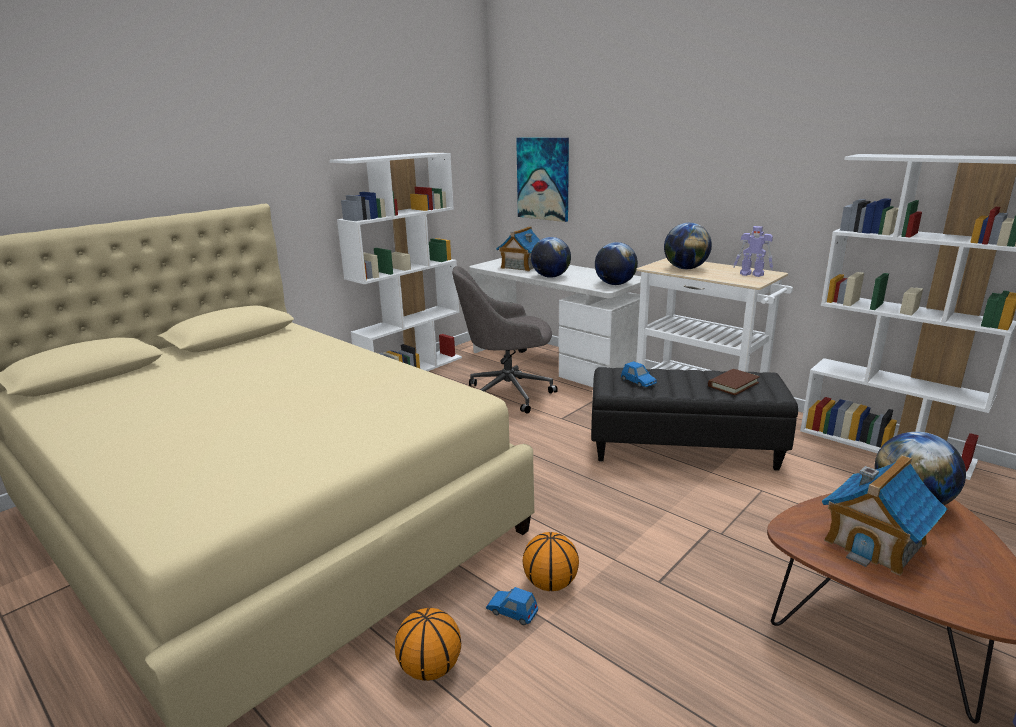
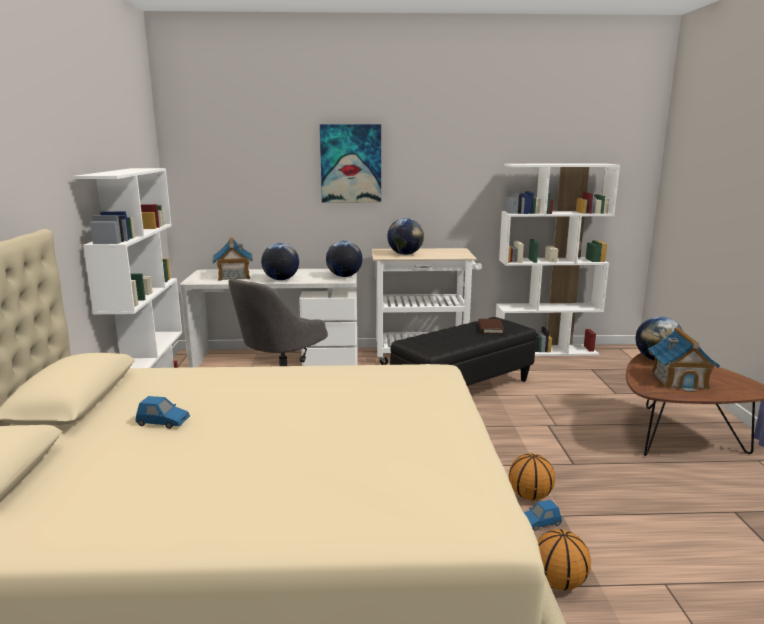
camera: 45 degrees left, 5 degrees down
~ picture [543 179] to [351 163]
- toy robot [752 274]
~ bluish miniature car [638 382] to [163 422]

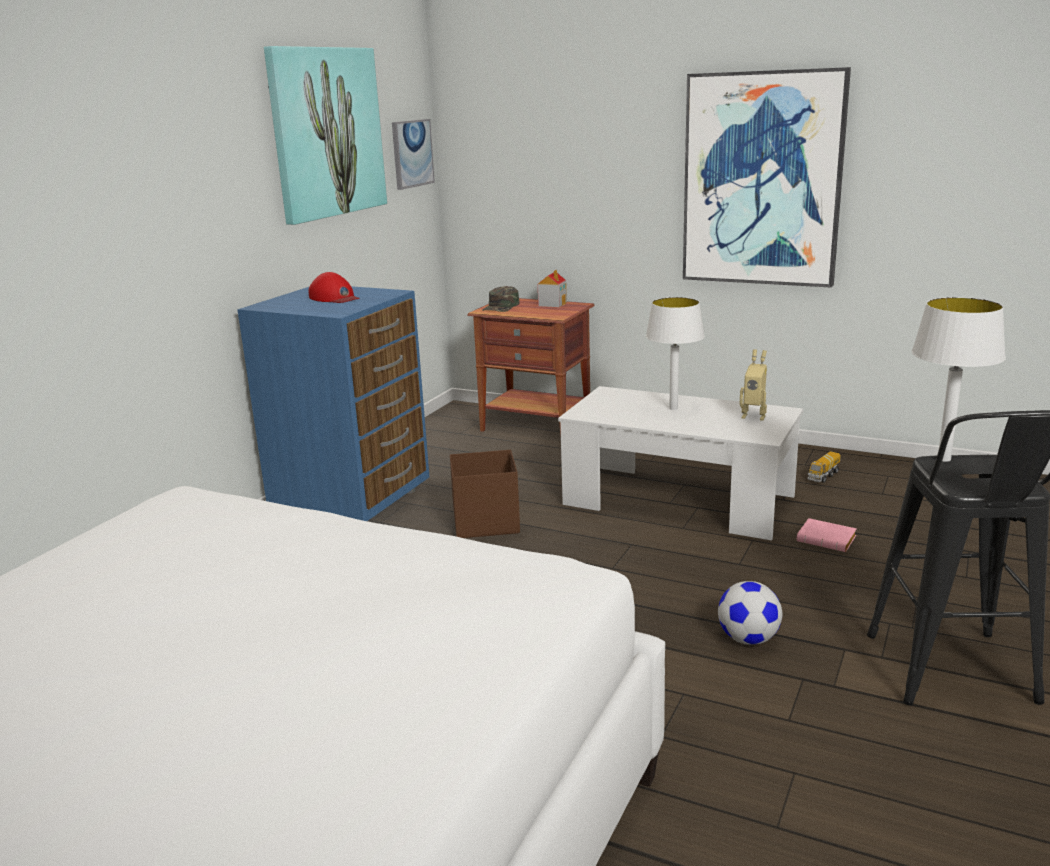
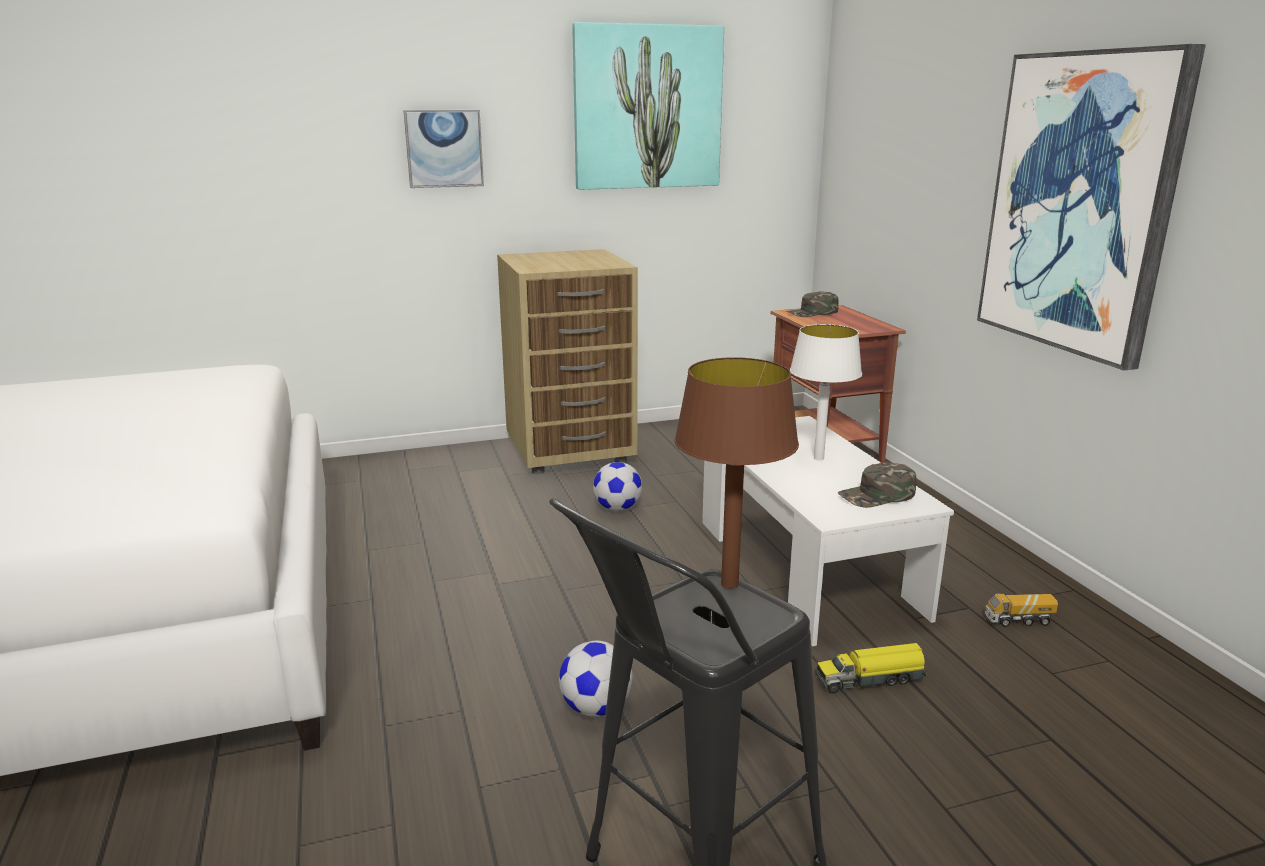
camera: 45 degrees right, 0 degrees up
~ picture [412 153] to [444 148]
- model house [552 304]
- red cap [334 298]
~ bluish dresser [352 502] to brown-coloured dresser [570 453]
~ white tabletop lamp [943 459] to brown-coloured tabletop lamp [730 583]
~ toy robot [754 416] to green-coloured cap [877 495]
~ brown-coloured storage box [485 523] to football ball [617 508]
~ pinkish book [828 540] to toy lorry [871 679]

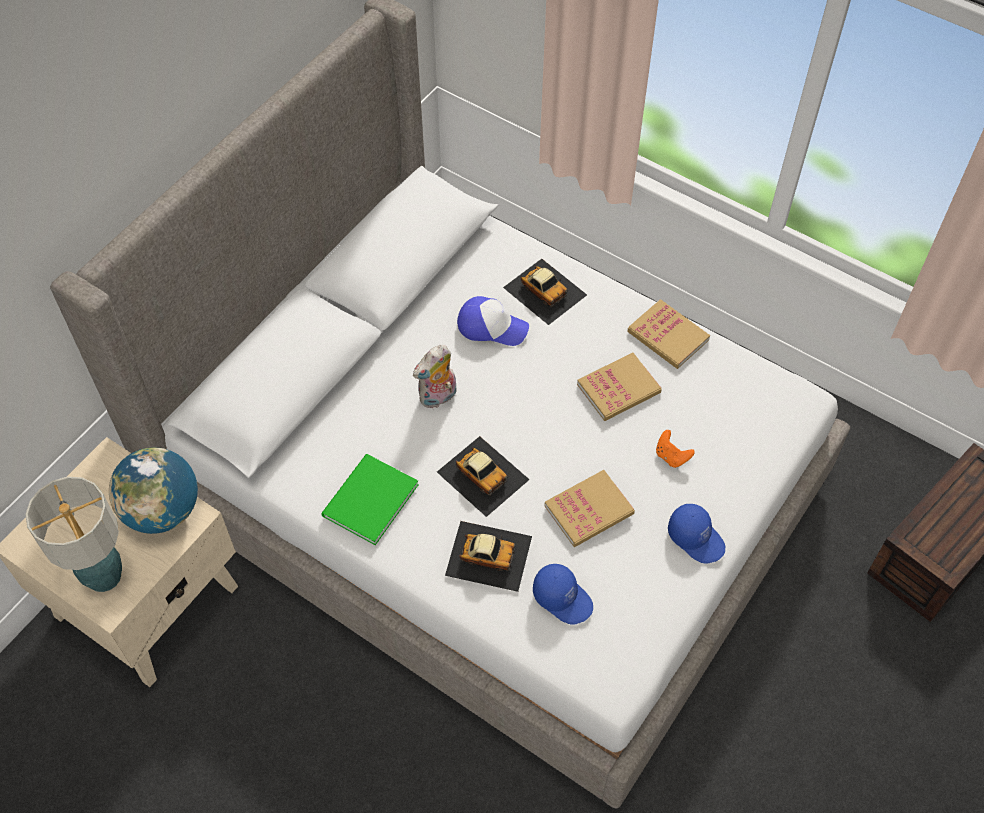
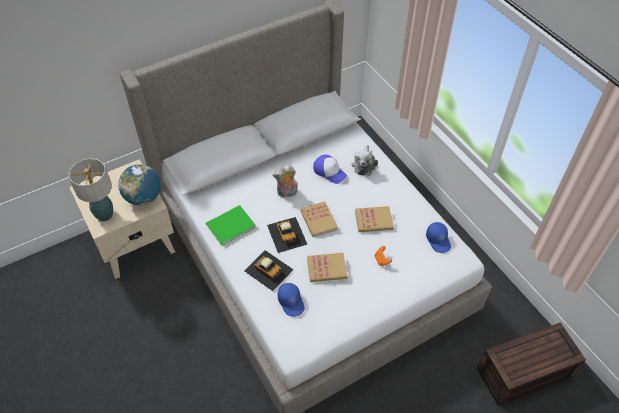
camera: 25 degrees right, 5 degrees down
~ miniature car [545 290] to soft toy [364 164]
~ book [668 336] to [318 220]
~ bluish cap [696 537] to [438 240]

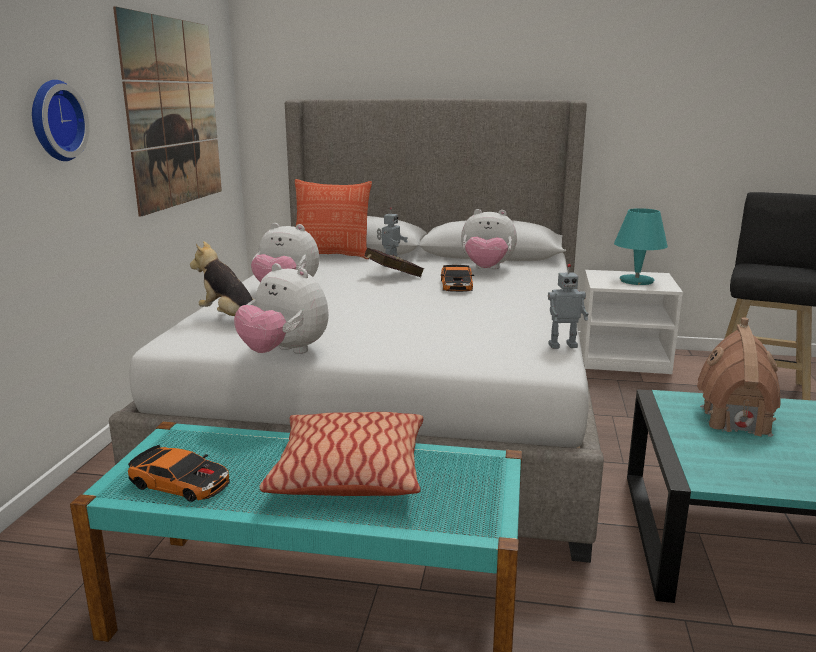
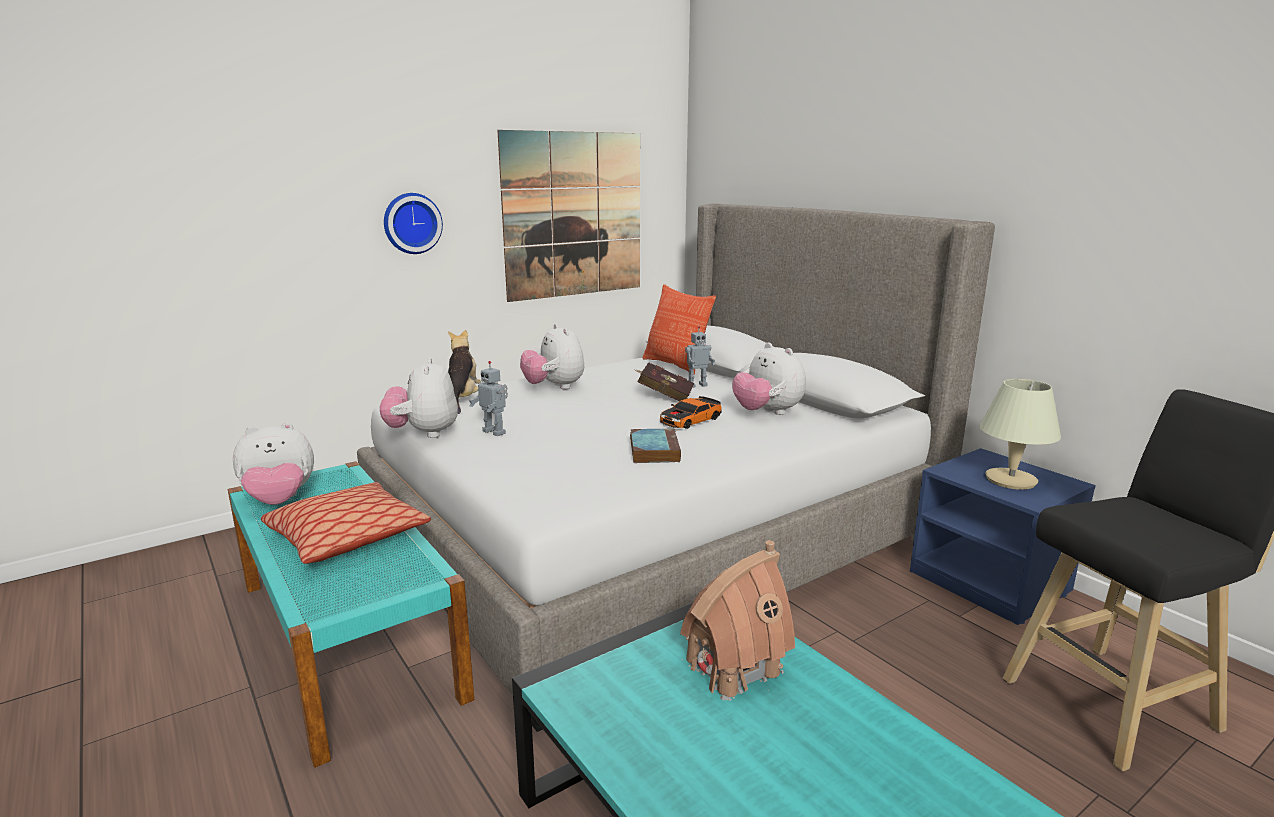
camera: 45 degrees right, 0 degrees up
~ turquoise-coloured tabletop lamp [636 281] to beige tabletop lamp [1010 480]
~ toy robot [562 345] to [495 432]
~ white night table [623 359] to bluish night table [991 582]
~ miniature car [181 482] to soft toy [279 501]
+ book [653 450]

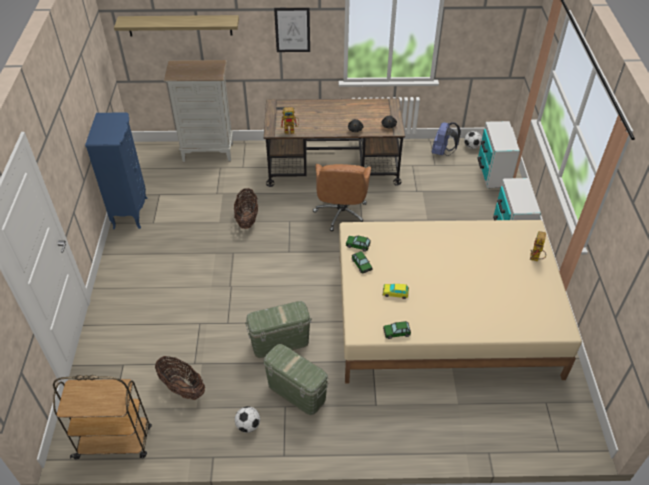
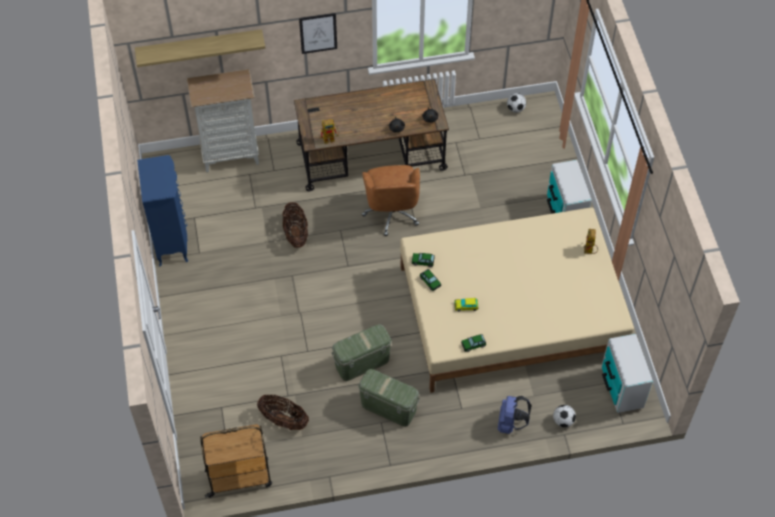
camera: 10 degrees left, 10 degrees up
~ white night table [492 175] to [620 389]
~ bluish rucksack [442 152] to [510 423]
~ football ball [248 425] to [563 421]

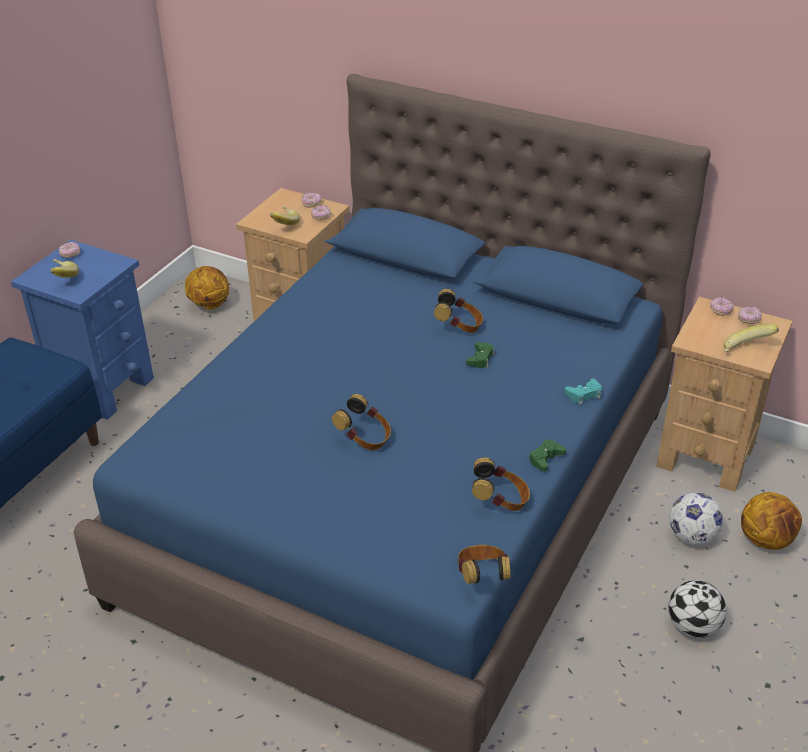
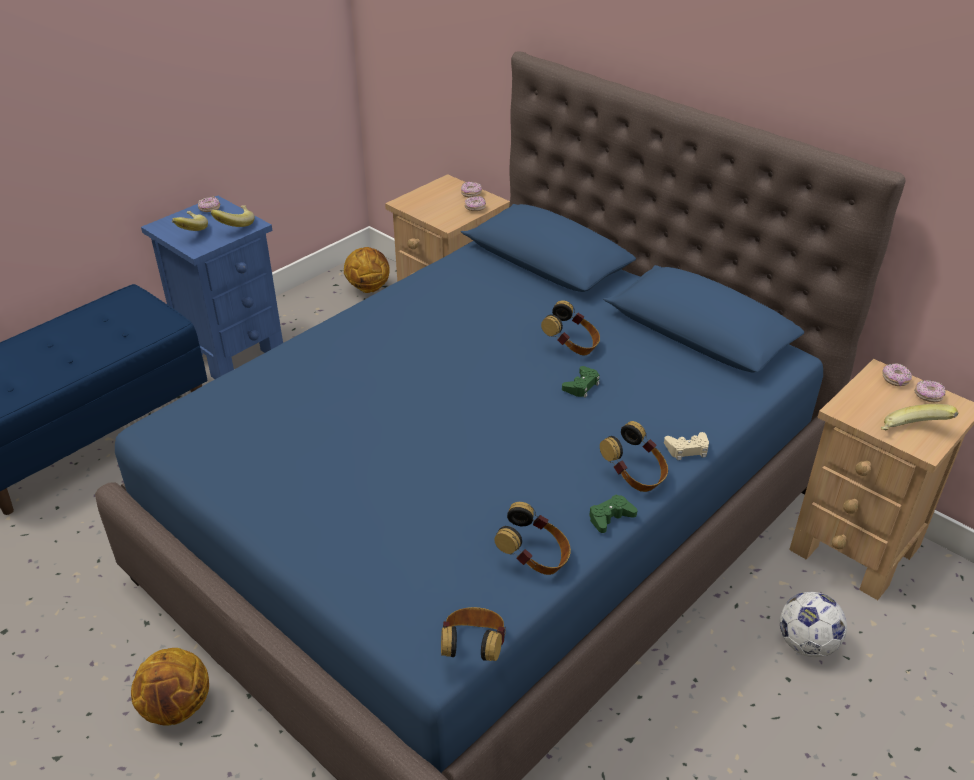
camera: 15 degrees right, 0 degrees up
~ banana [283 224] to [234 225]
~ turquoise-coloured game controller [584 394] to beige game controller [687 449]
~ headphones [365 439] to [635 476]
~ ball for basketball [766 540] to [177 707]
- football ball [693 627]

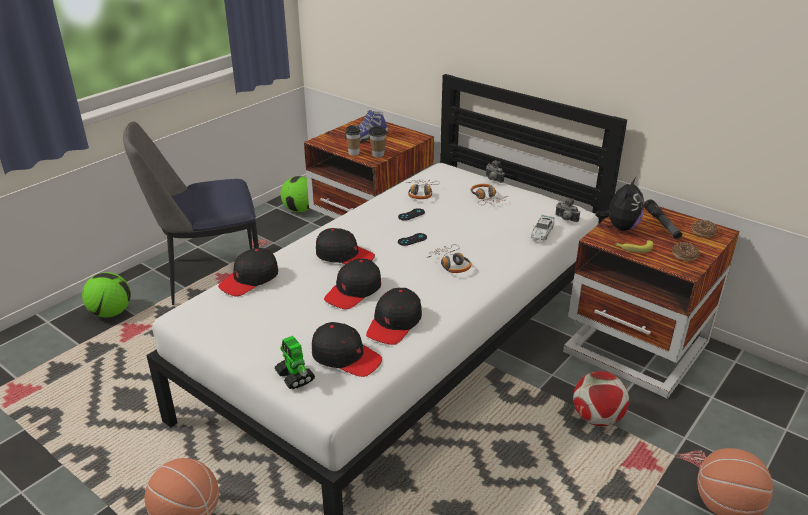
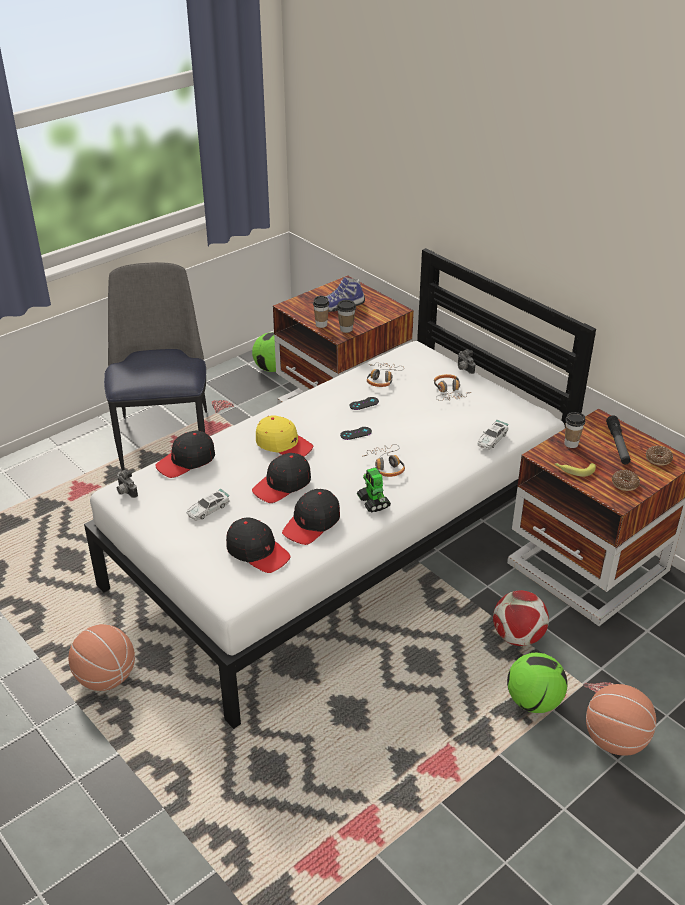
camera: 10 degrees right, 5 degrees up
~ upright chair [210 276] = [165 437] 90 degrees clockwise
~ soft toy [620 227] to drinking cup [571 444]
~ photo camera [565 219] to [125 492]
~ blackish cap [344 255] to yellow cap [283 444]
~ football ball [111 313] to [534 701]
~ toy robot [295 377] to [373 503]
+ miniature car [208 509]

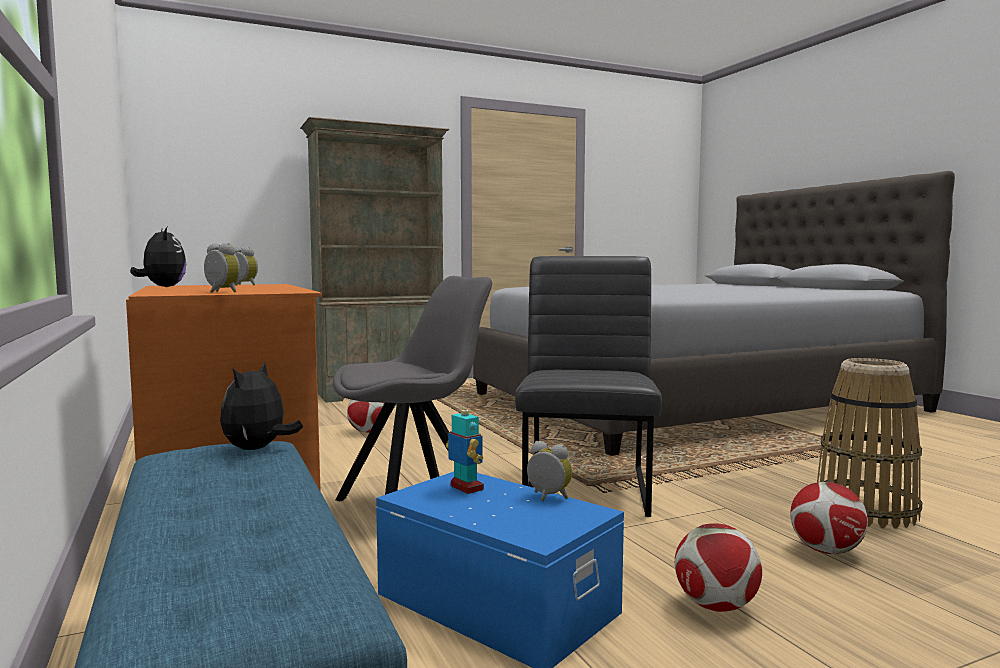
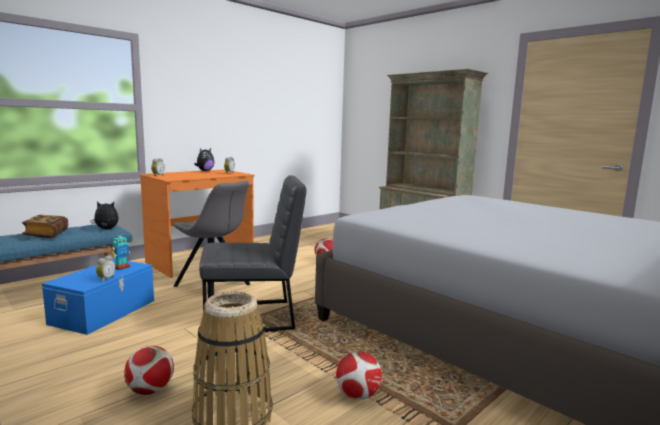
camera: 70 degrees right, 5 degrees up
~ football ball [716 606] to [357 396]
+ book [46 234]

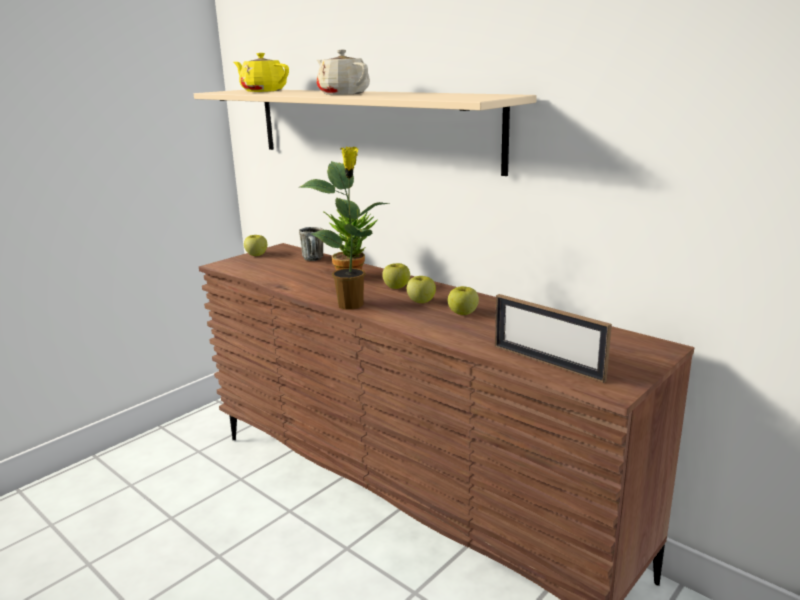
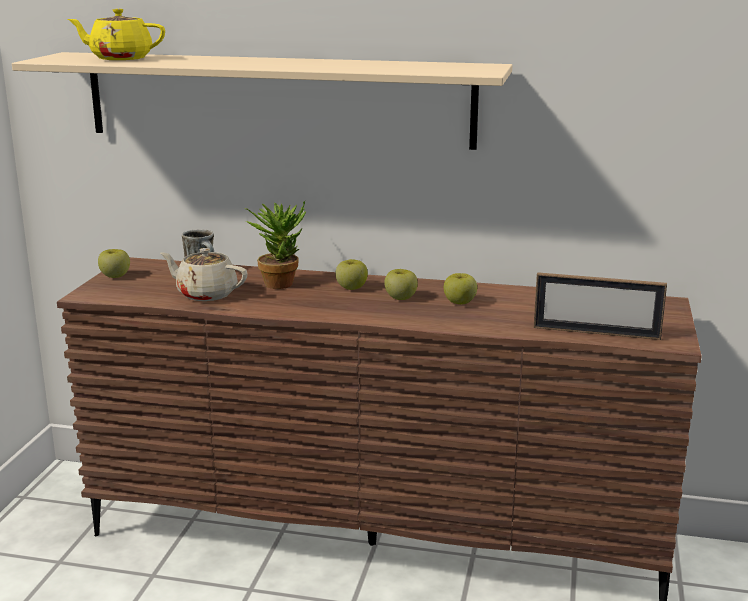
camera: 30 degrees left, 0 degrees up
~ beige teapot [343 94] to [206 294]
- potted plant [352 305]

